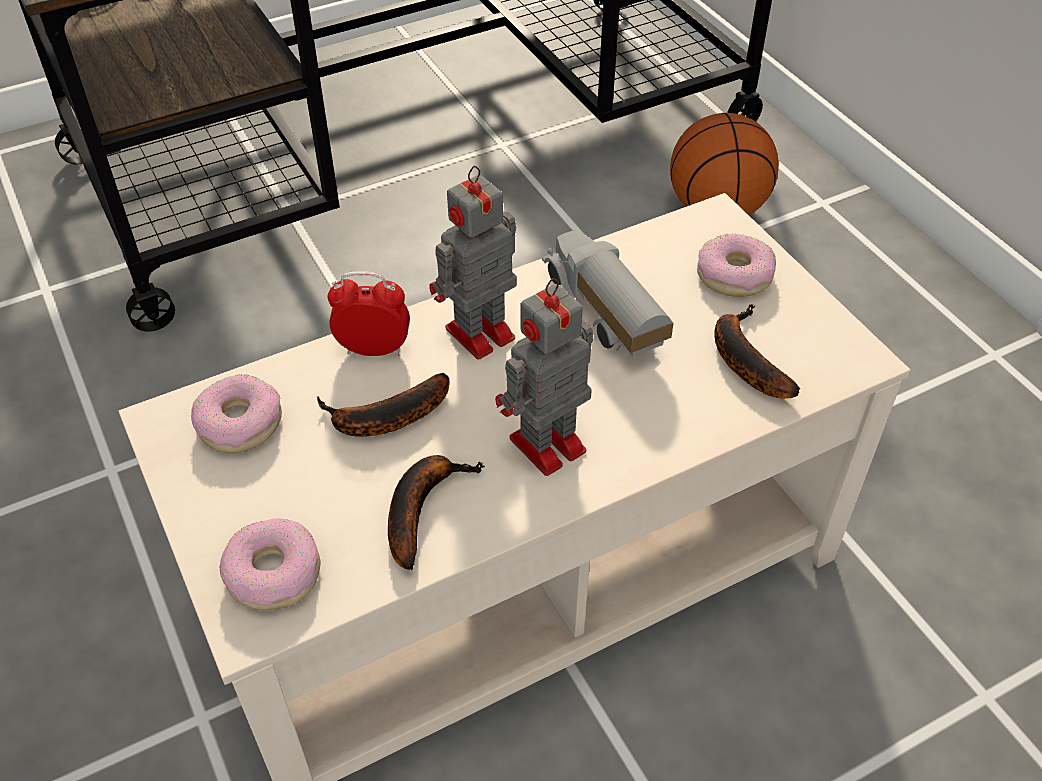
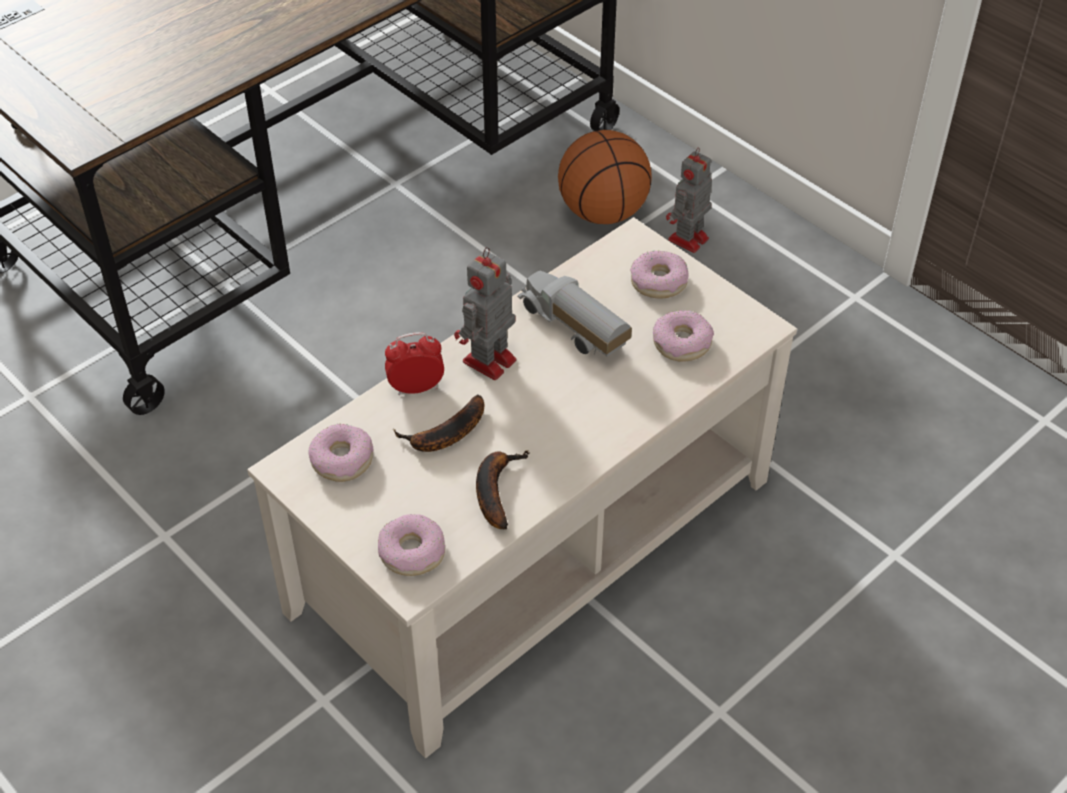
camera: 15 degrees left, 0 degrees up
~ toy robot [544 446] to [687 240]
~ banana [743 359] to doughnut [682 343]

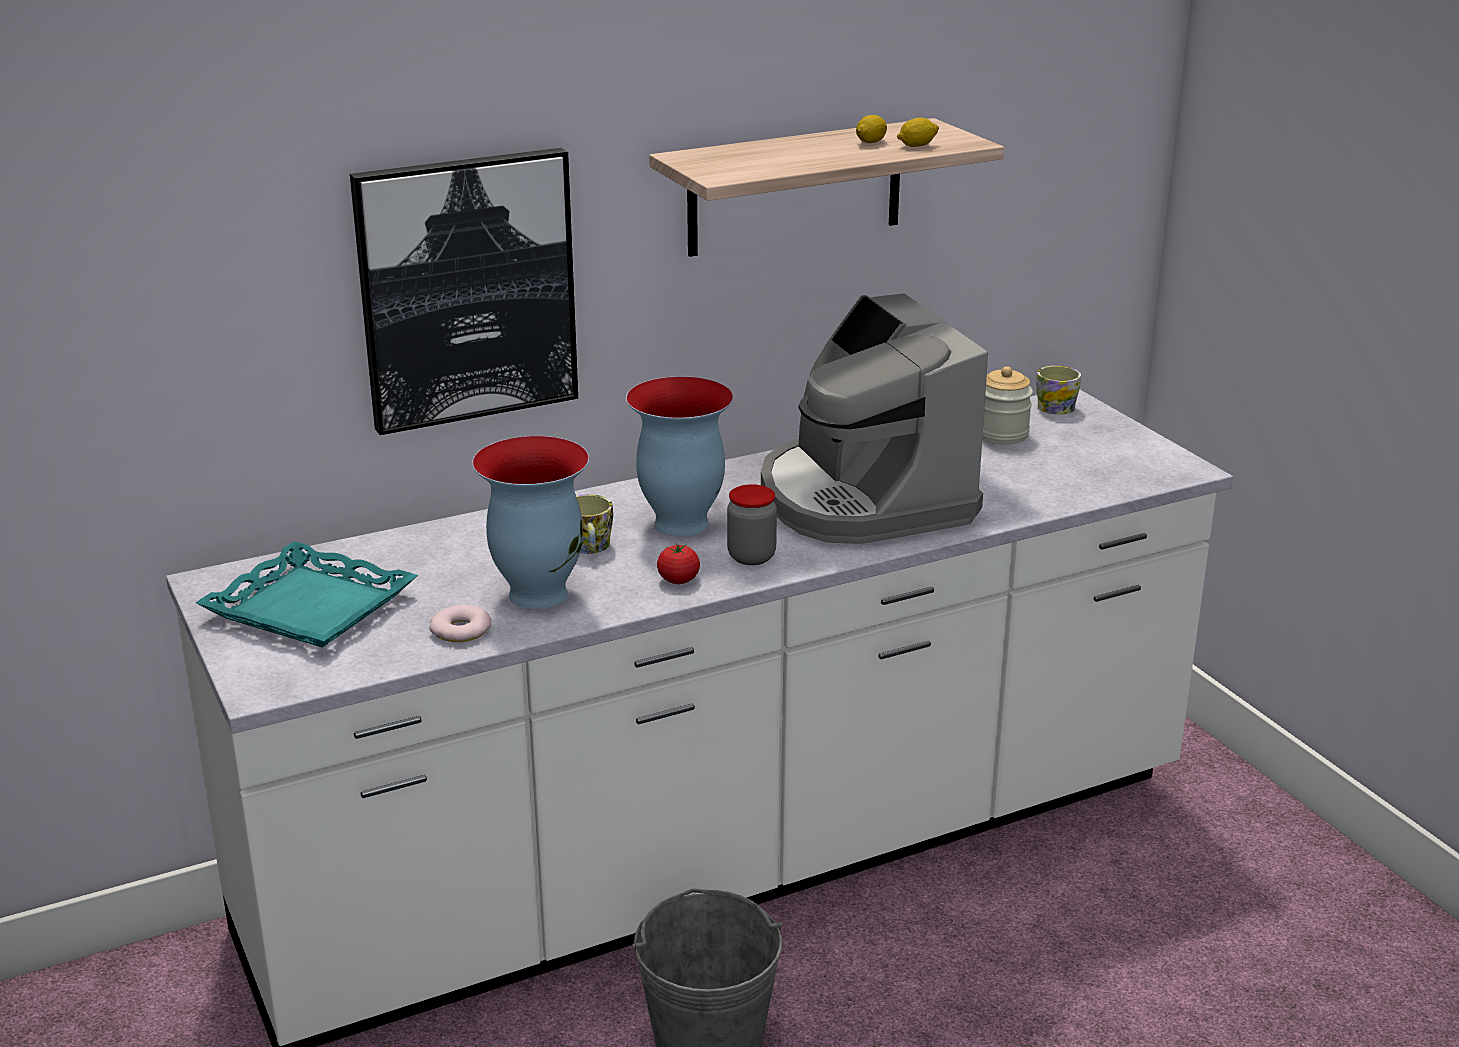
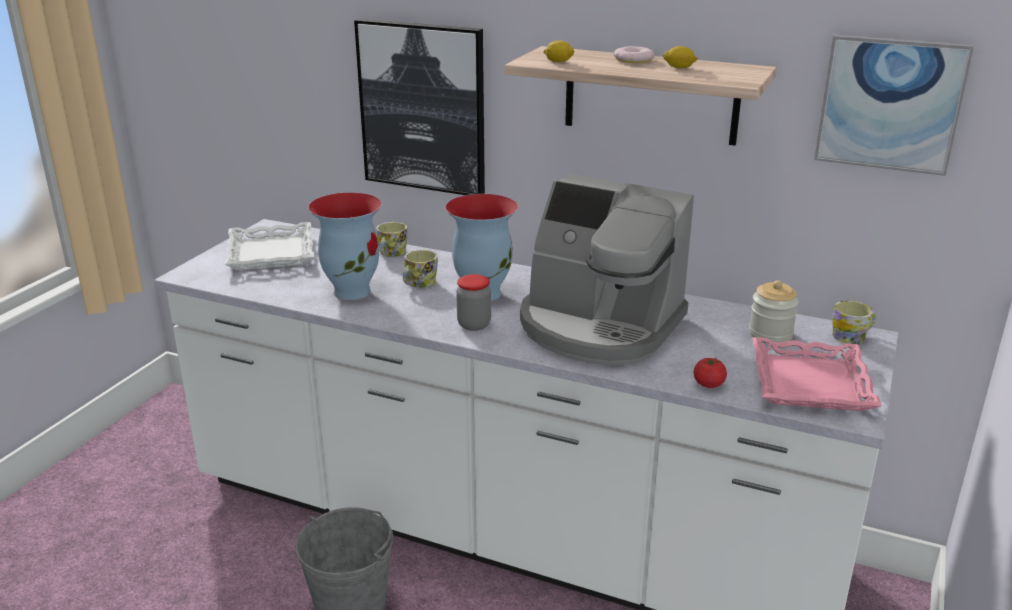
camera: 50 degrees right, 0 degrees up
~ whole lemon [916 145] to [558 61]
~ coffee brewer [863 498] = [599 327] 90 degrees counterclockwise
~ turquoise-coloured tray [311 607] to white tray [272 253]
~ tomato [678 580] to [708 384]
~ doughnut [460 630] to [633 60]
+ picture [890 104]
+ mug [391 253]
+ pinkish tray [809 383]

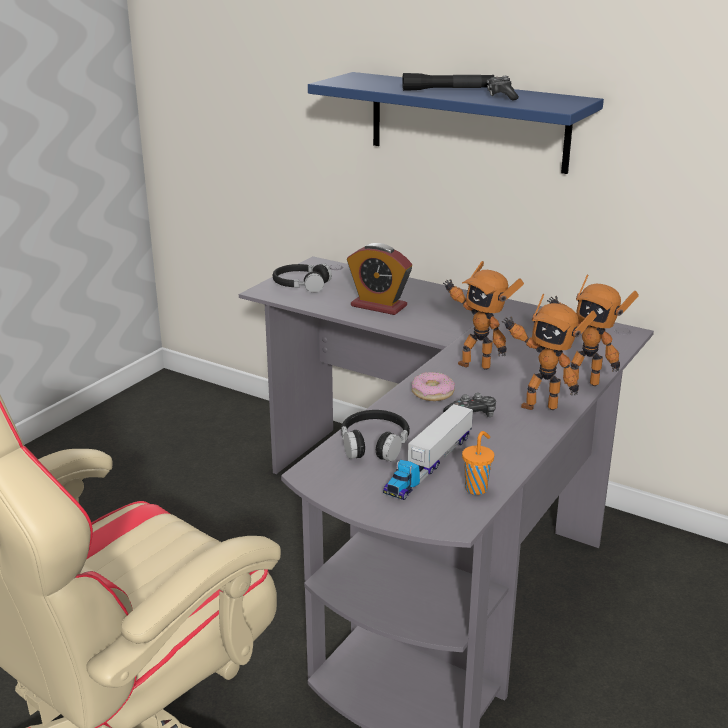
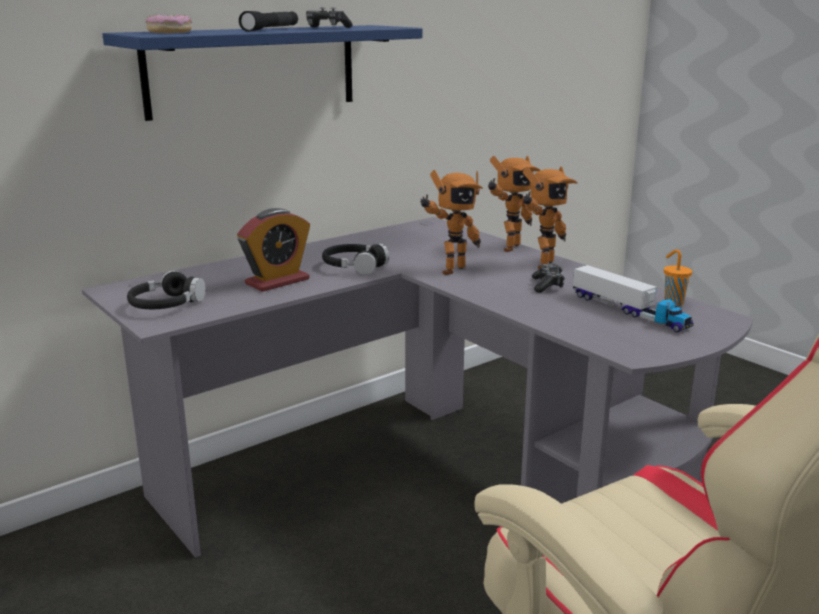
camera: 70 degrees left, 5 degrees down
~ doughnut [432 393] to [169 32]
~ blackish headphones [374 444] to [354 266]

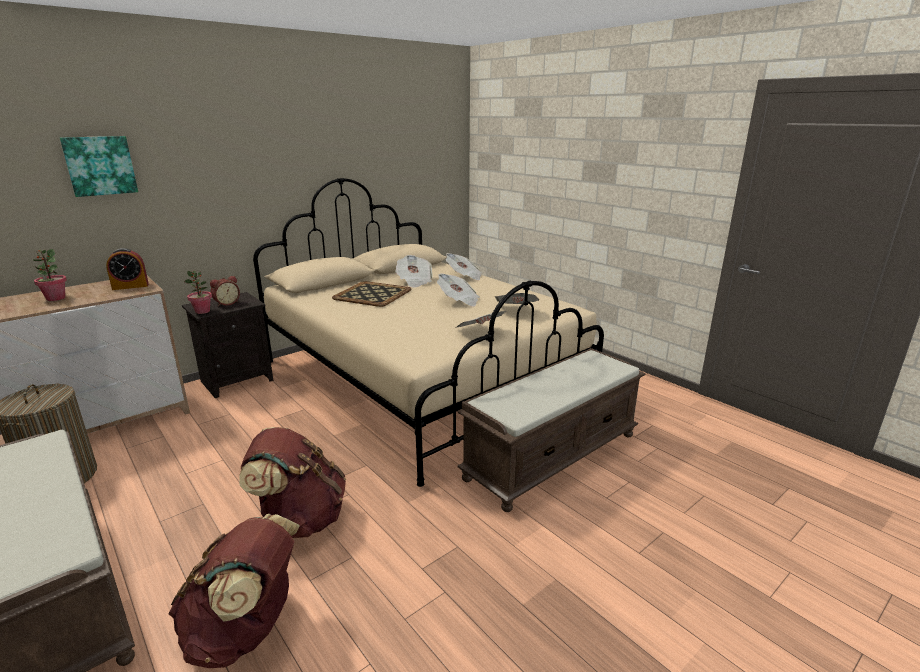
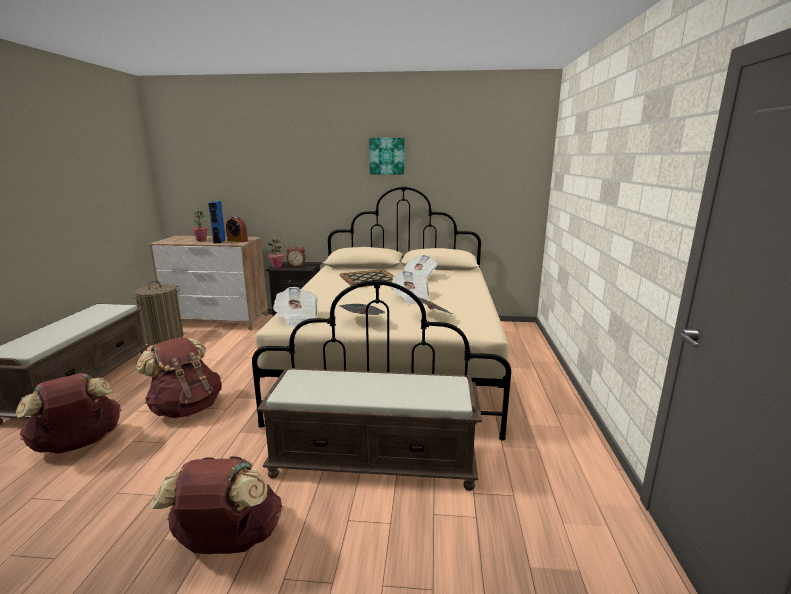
camera: 45 degrees right, 5 degrees down
~ picture [100 165] to [387 156]
~ printed paper [464 276] to [297 319]
+ bluish loudspeaker [219 241]
+ brown-coloured rucksack [228 542]

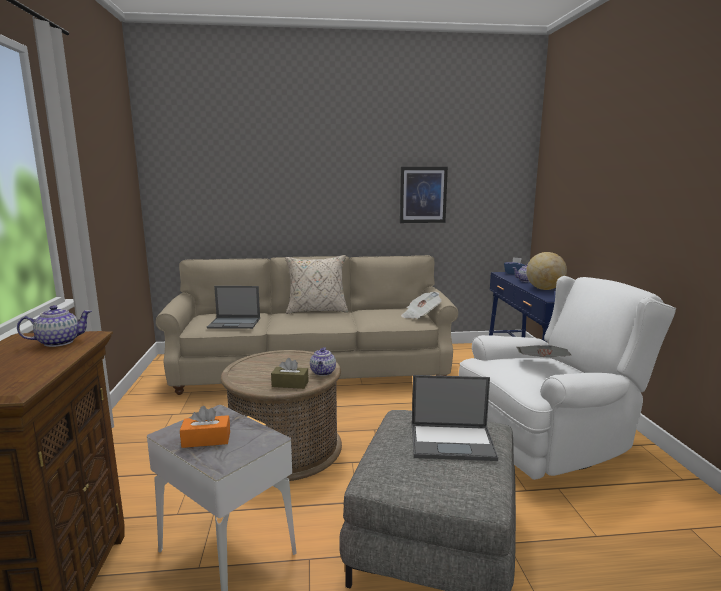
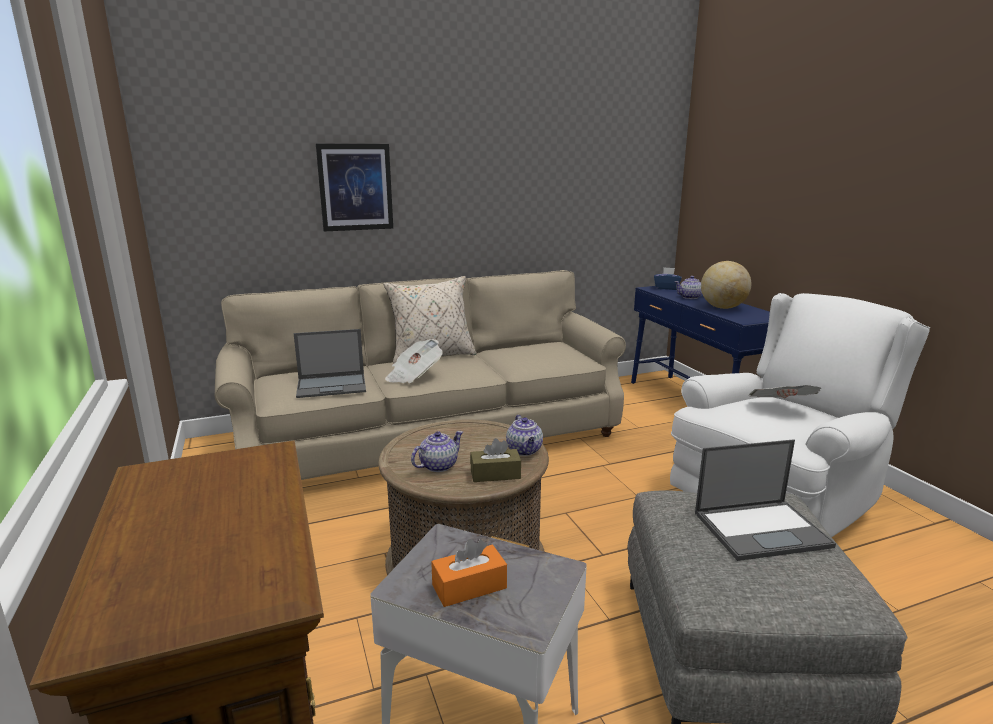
camera: 15 degrees left, 5 degrees up
~ picture [423 195] to [355 187]
~ printed paper [420 315] to [413 376]
~ teapot [58 342] to [438 466]

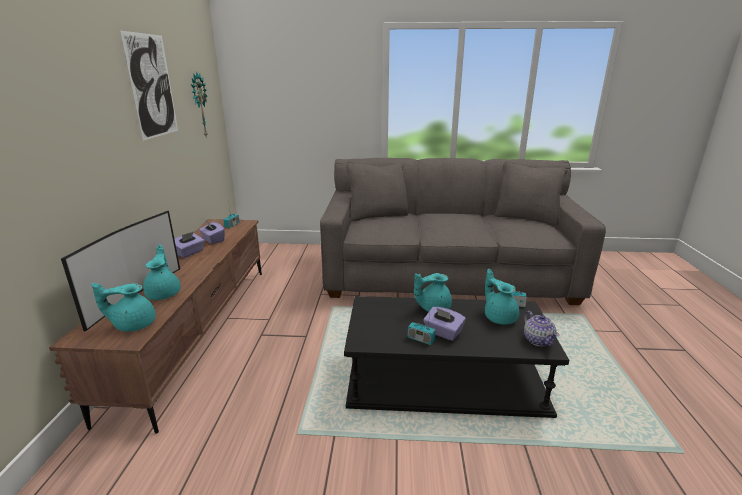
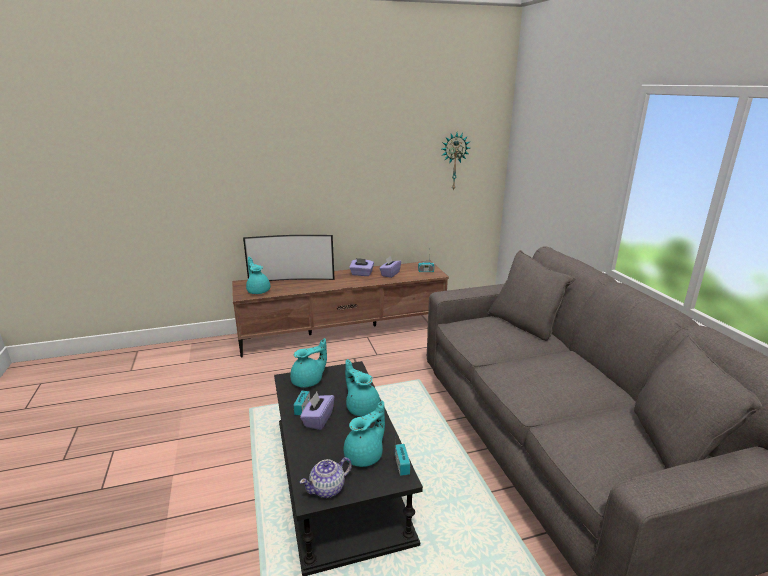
camera: 70 degrees right, 0 degrees up
- picture [152 86]
~ turquoise-coloured teapot [164 293] to [308 381]

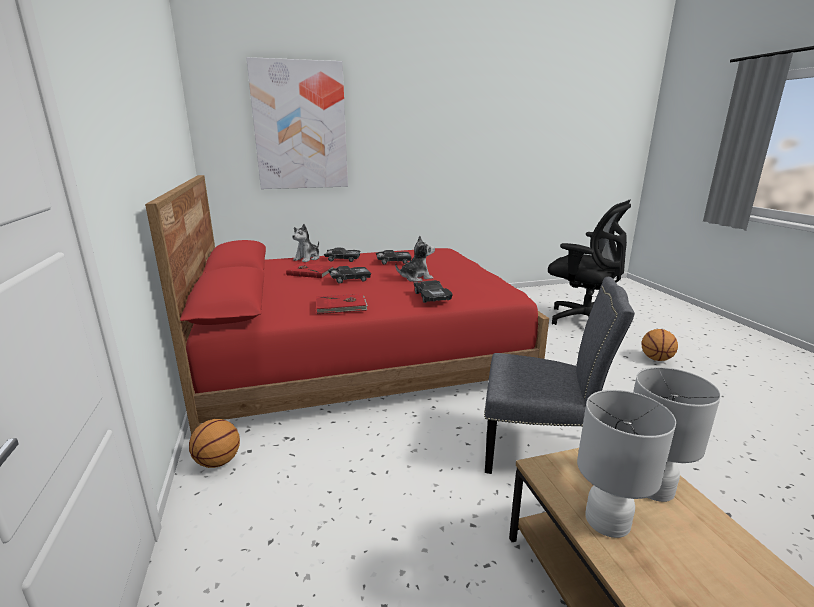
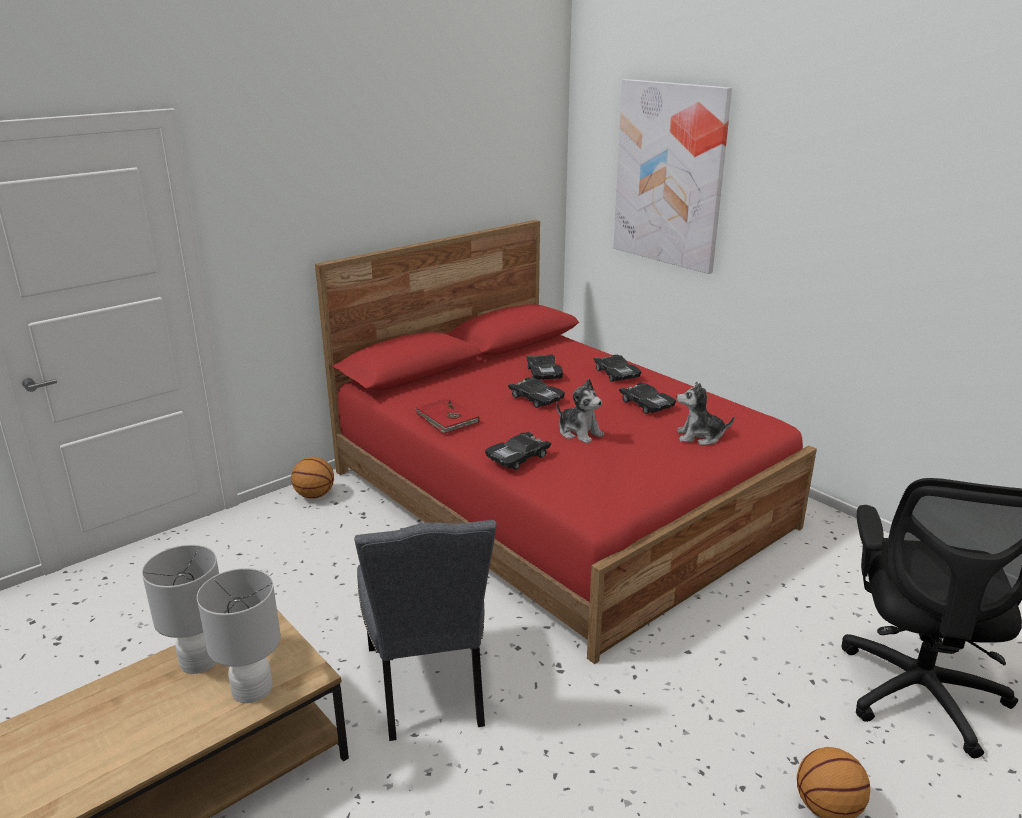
camera: 65 degrees right, 5 degrees up
~ soft toy [307 258] to [699 437]
~ red book [310 272] to blackish miniature car [544 373]

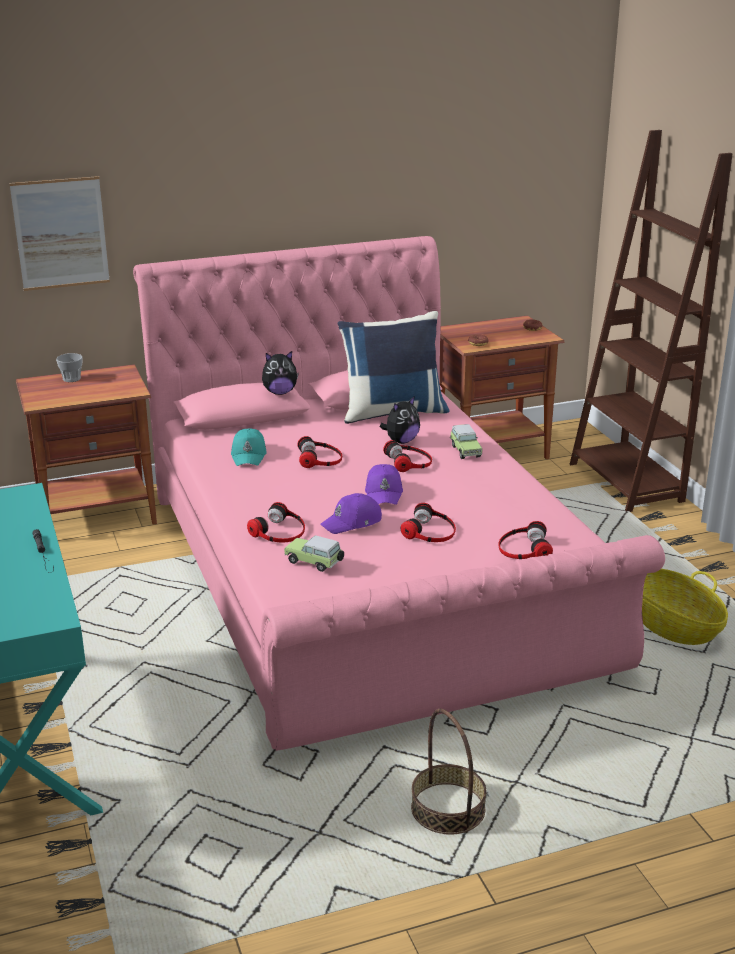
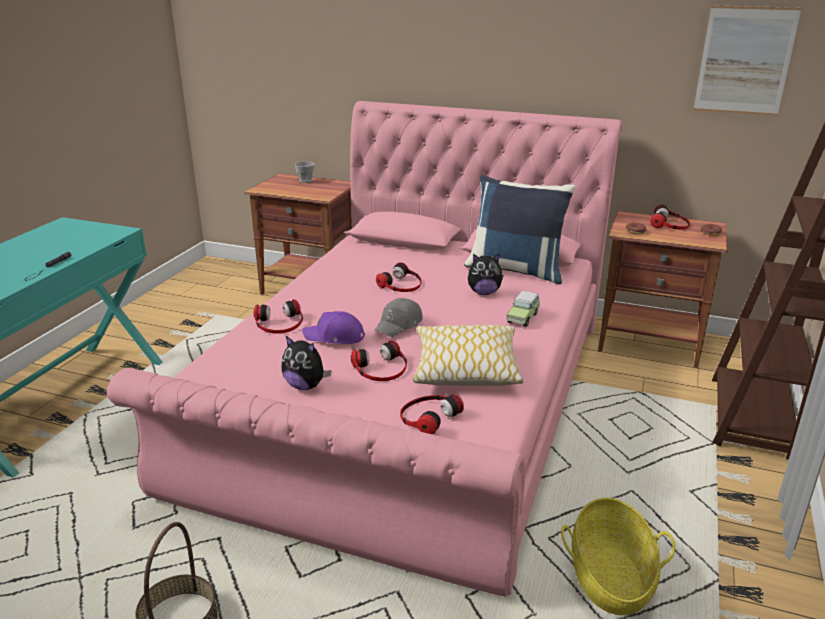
camera: 40 degrees right, 0 degrees up
~ picture [61 233] to [744 61]
~ soft toy [280 392] to [305 386]
- turquoise-coloured cap [249 455]
~ headphones [409 462] to [670 224]
~ purplish cap [384 492] to greyish cap [399 324]
- miniature car [315 563]
+ cushion [465 368]

